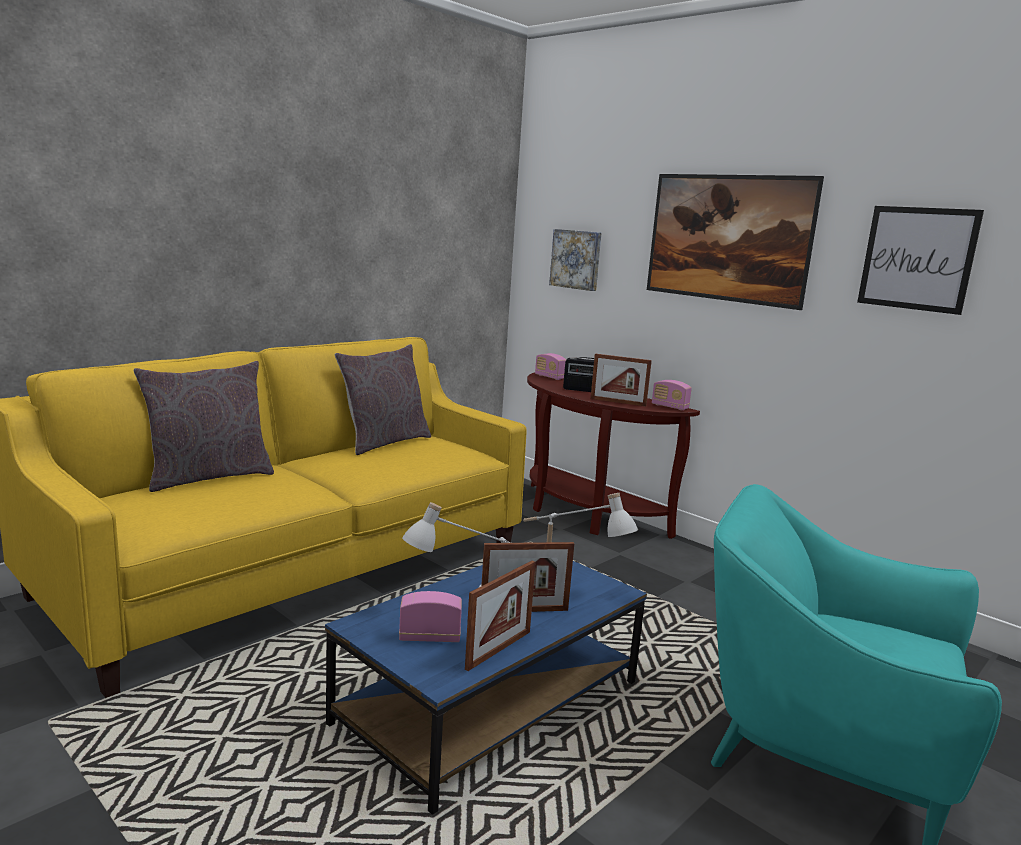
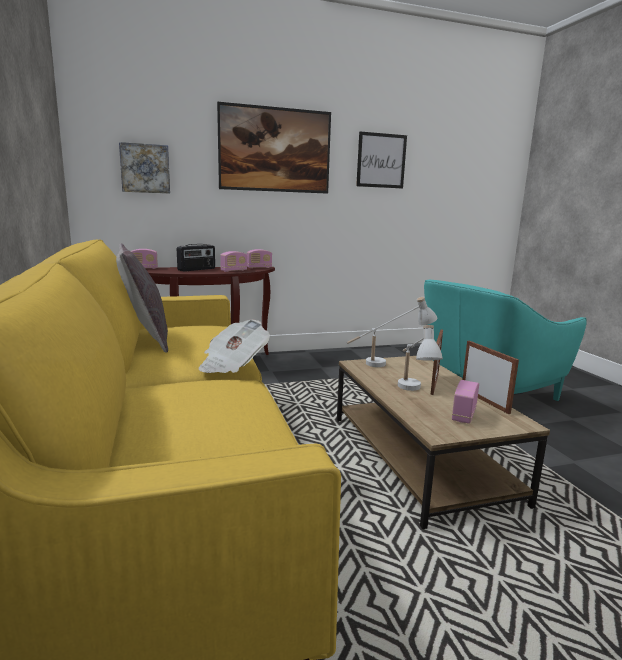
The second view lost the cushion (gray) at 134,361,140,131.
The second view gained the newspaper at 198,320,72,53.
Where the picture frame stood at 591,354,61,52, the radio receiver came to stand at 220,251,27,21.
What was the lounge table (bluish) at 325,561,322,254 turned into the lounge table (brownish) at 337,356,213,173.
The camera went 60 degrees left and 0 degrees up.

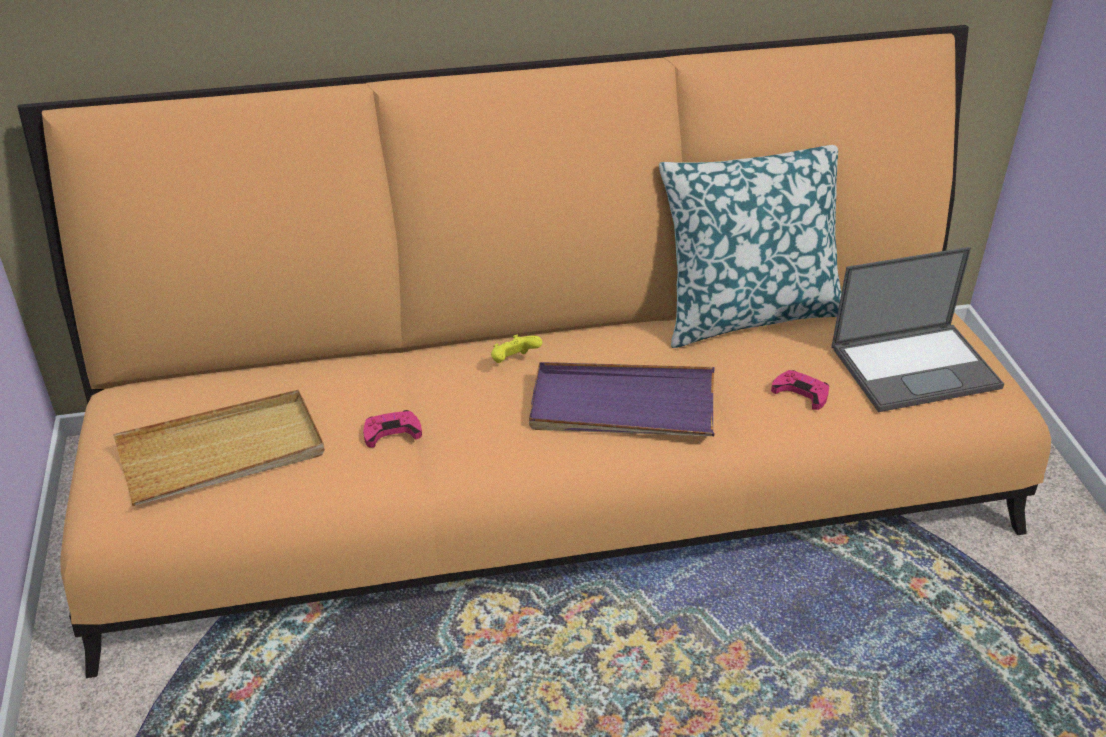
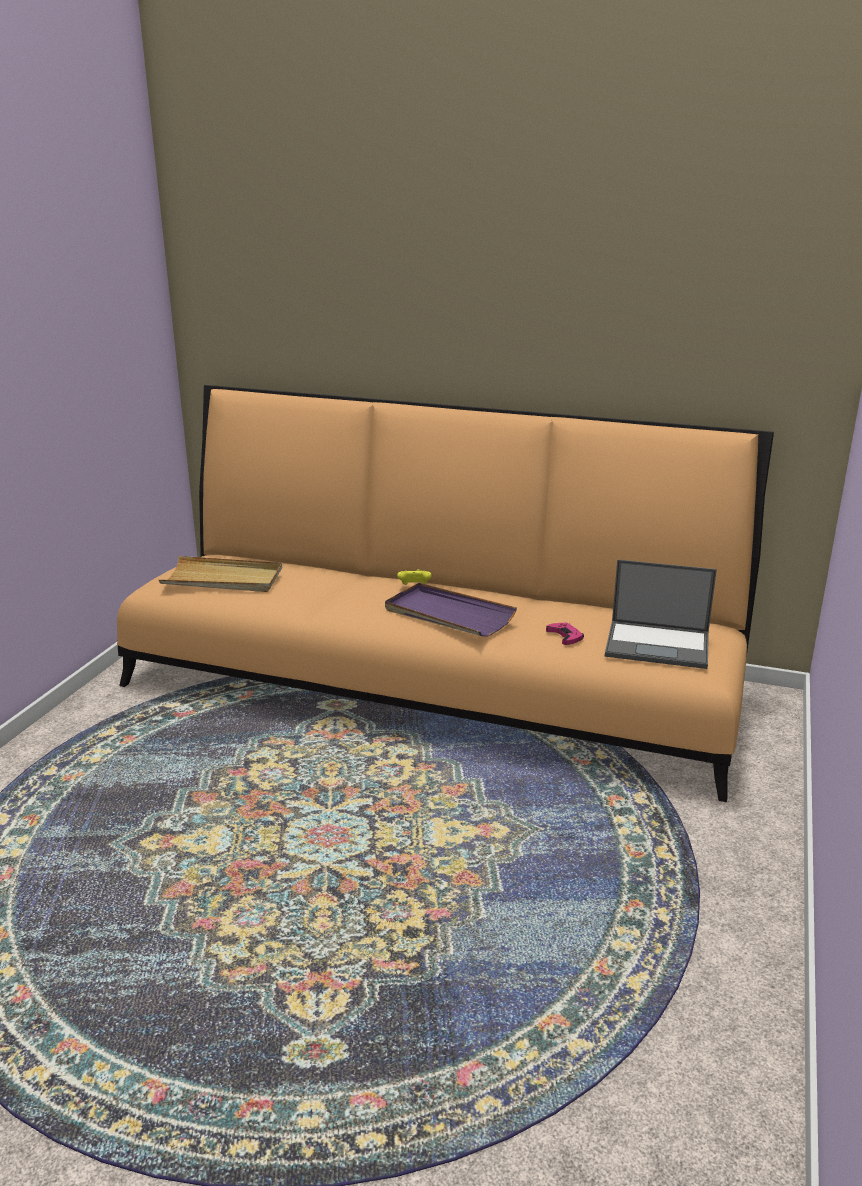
The second view lost the joypad (pink) at 363,410,59,37.
The second view lost the cushion at 659,145,183,203.
The camera went 30 degrees right and 15 degrees down.

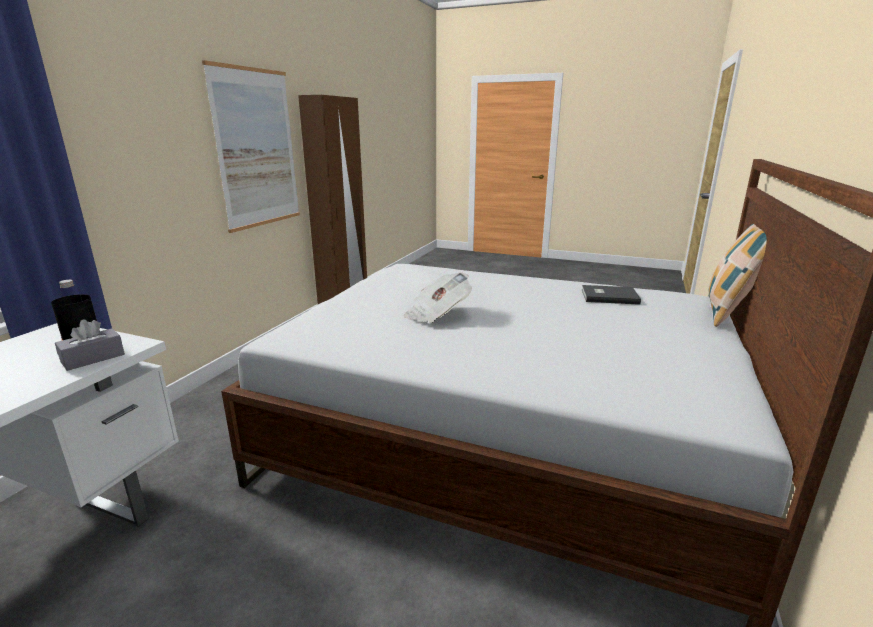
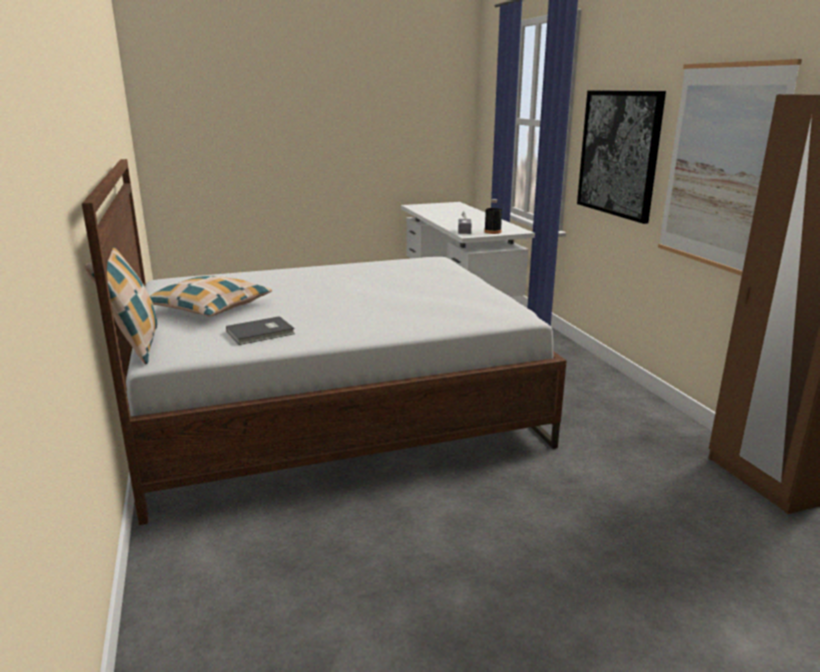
The second view lost the newspaper at 404,273,68,50.
The second view gained the cushion at 150,276,122,40.
The second view gained the wall art at 577,90,89,134.
The camera went 140 degrees right and 0 degrees up.

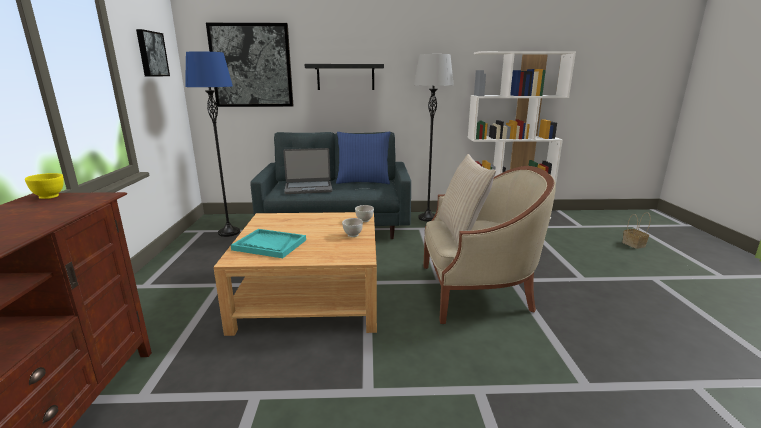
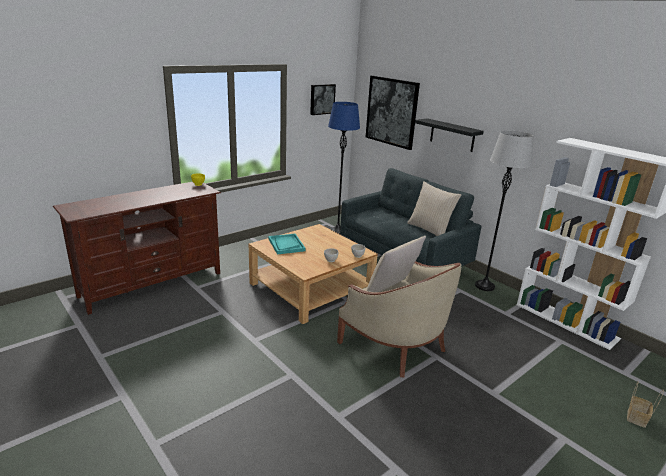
The second view lost the laptop at 283,148,49,46.
What was the cushion (bluish) at 336,132,54,52 turned into the cushion (beige) at 407,181,54,55.
The camera went 50 degrees right and 5 degrees up.

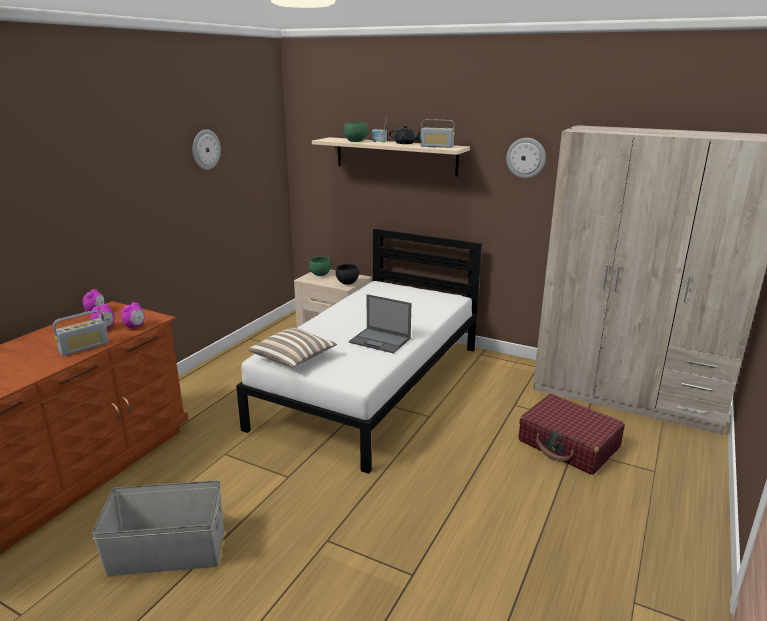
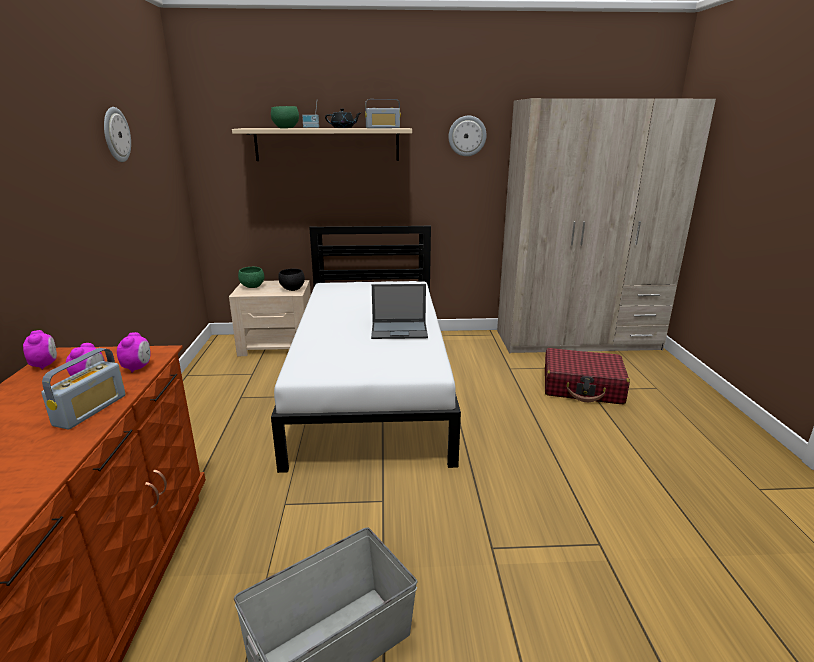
The second view lost the cushion at 249,327,88,41.
The camera went 30 degrees left and 0 degrees up.

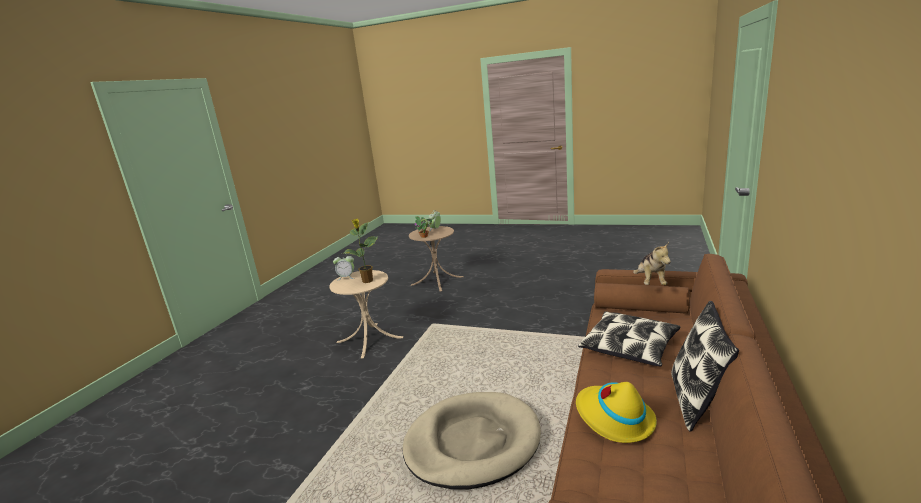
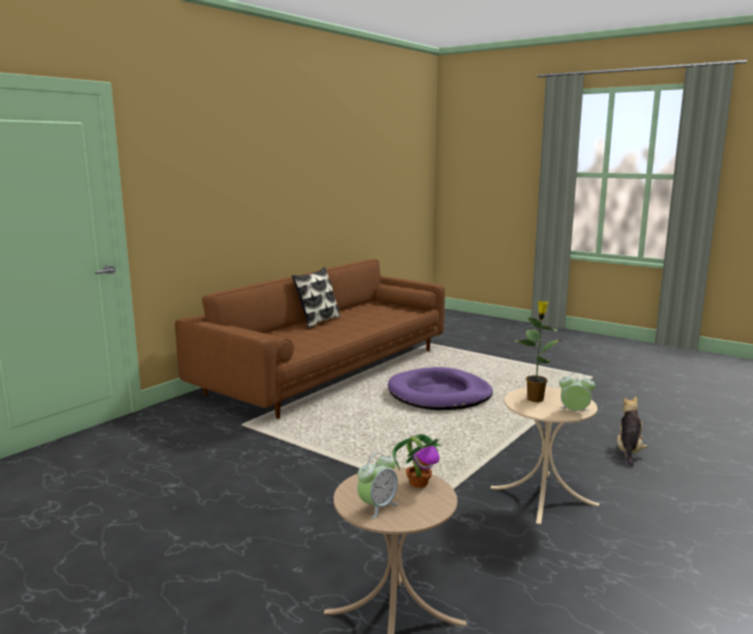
The second view lost the clothing hat (yellow-coloured) at 576,382,81,61.
The second view lost the cushion at 578,311,102,56.
The soft toy ended up elsewhere, having gone from 633,242,38,43 to 617,396,31,71.
What was the dog cushion (beige) at 403,392,138,98 turned into the dog cushion (purple-coloured) at 388,367,105,43.
The camera went 165 degrees left and 5 degrees down.

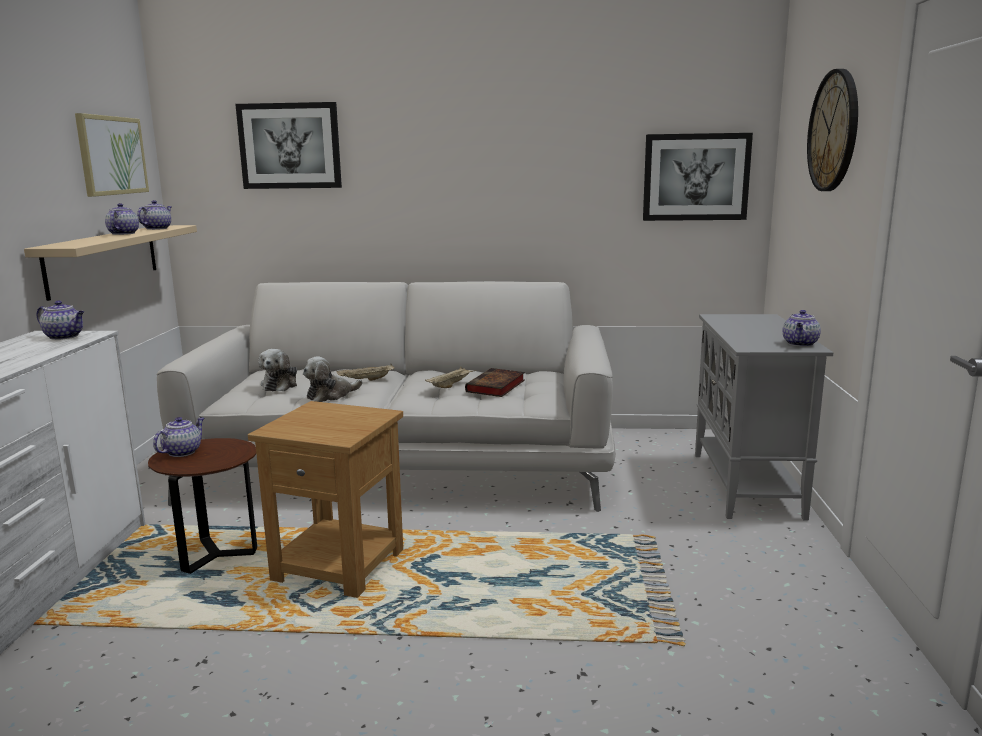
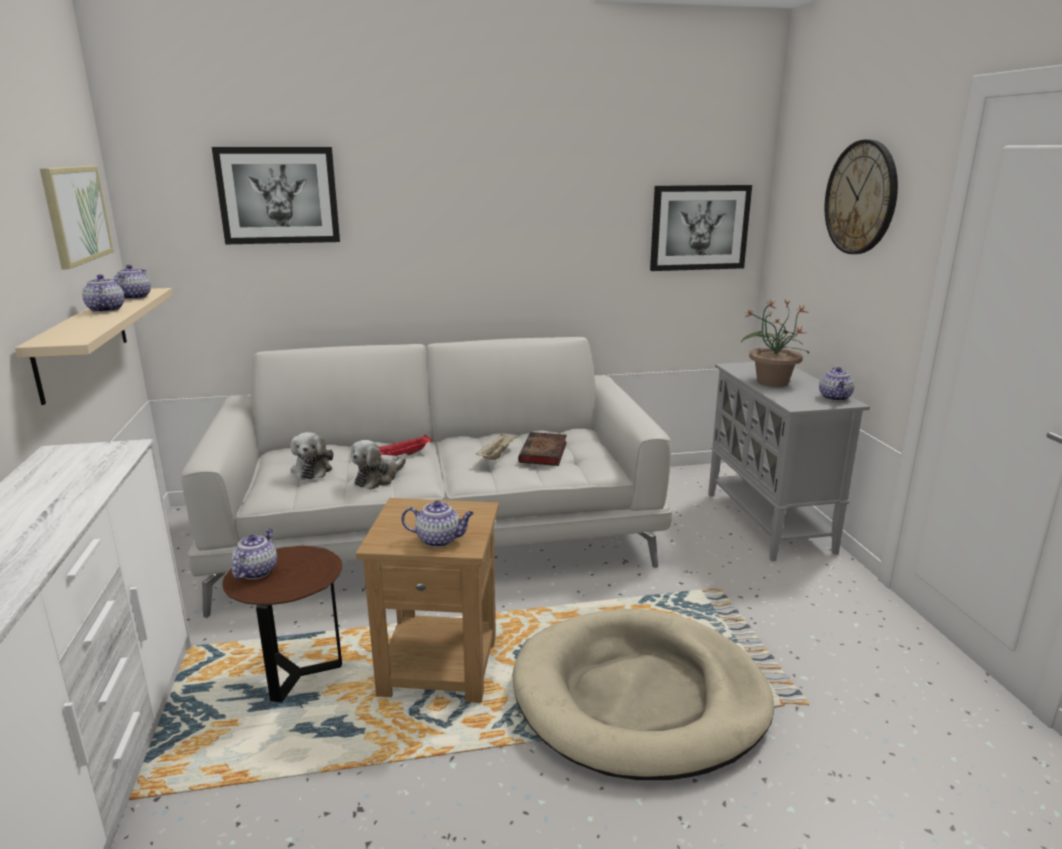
The second view gained the dog cushion (beige) at 512,609,262,171.
The second view gained the potted plant at 741,300,69,87.
The teapot ended up elsewhere, having gone from 36,300,48,40 to 401,501,73,46.
What was the serving tray (beige) at 336,364,59,17 turned into the serving tray (red-coloured) at 379,434,53,22.
The camera went 15 degrees left and 5 degrees up.

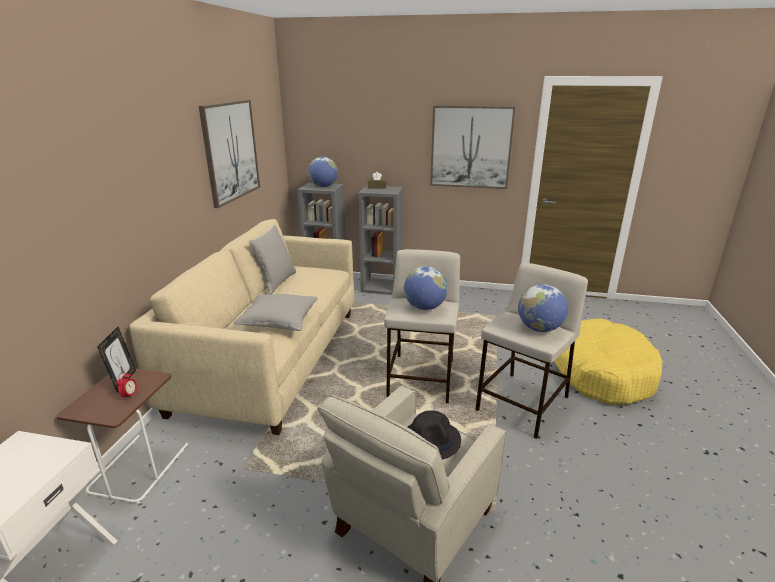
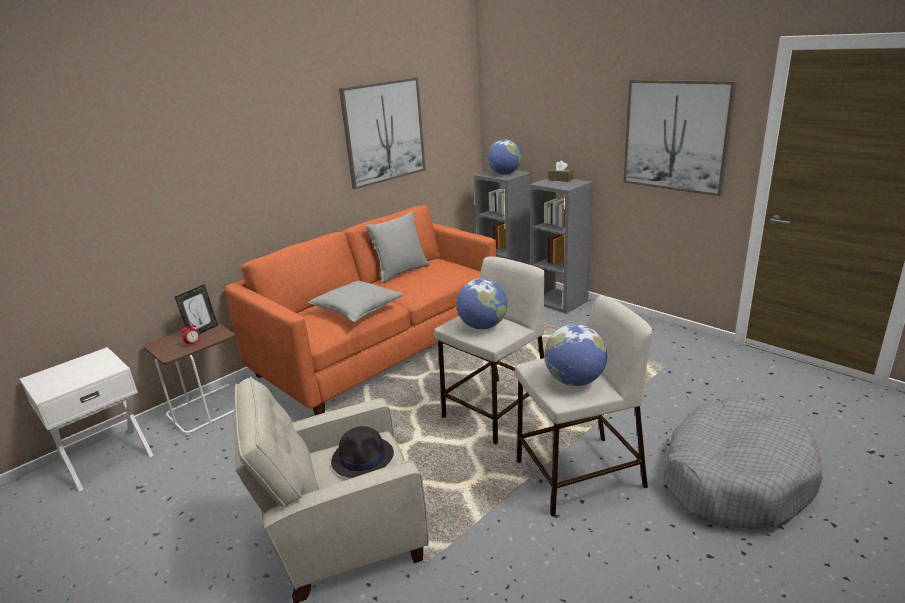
What was the settee (beige) at 129,219,225,216 turned into the settee (orangey) at 225,206,271,210.
What was the dog cushion (yellow-coloured) at 554,318,108,87 turned into the dog cushion (gray) at 664,396,159,133.
The camera went 35 degrees right and 0 degrees up.

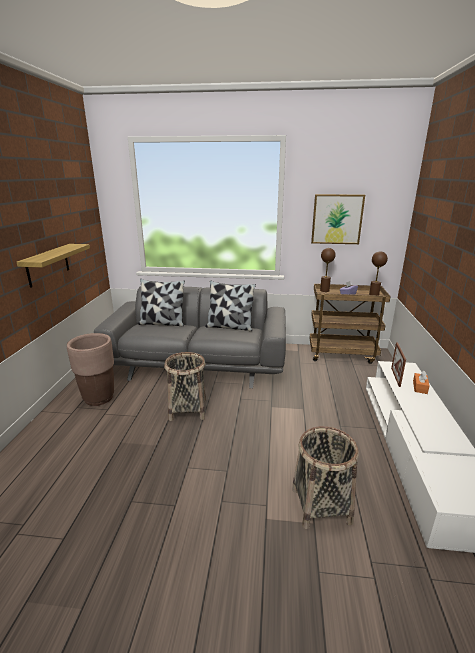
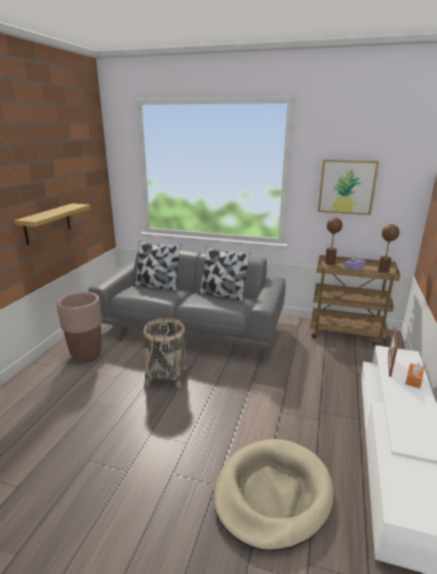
Where the basket stood at 292,426,67,103, the dog cushion (beige) came to stand at 214,439,120,112.
The camera went 10 degrees right and 0 degrees up.

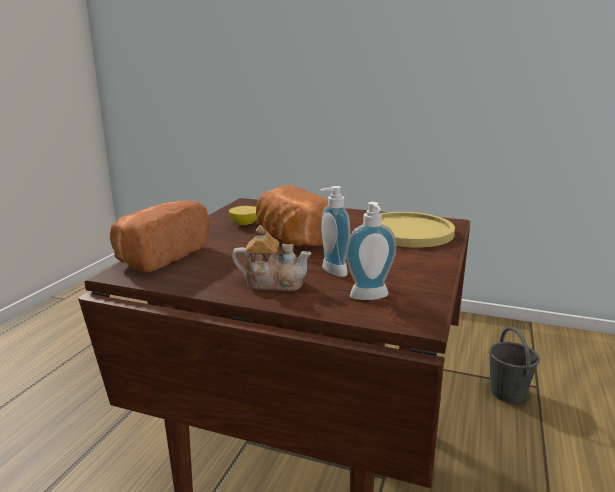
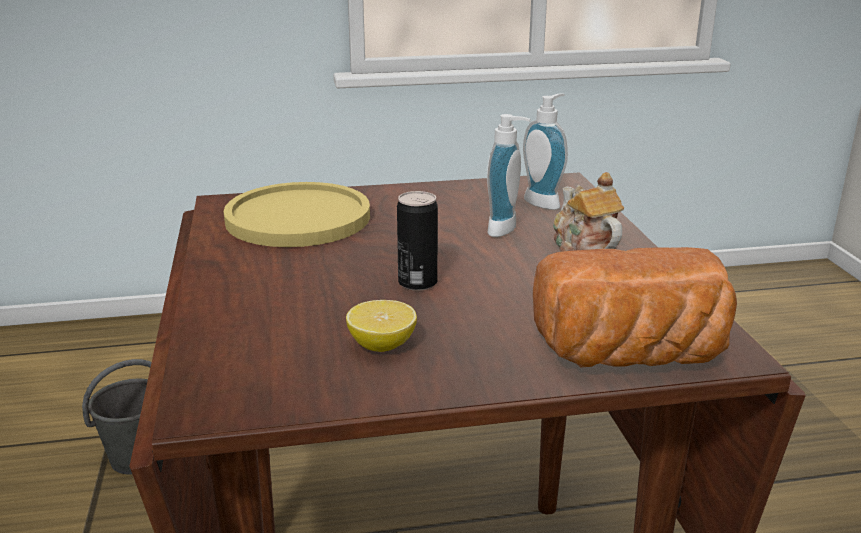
Where the bread stood at 256,185,72,61, the sealed can came to stand at 397,191,41,100.
The camera went 120 degrees left and 5 degrees up.

